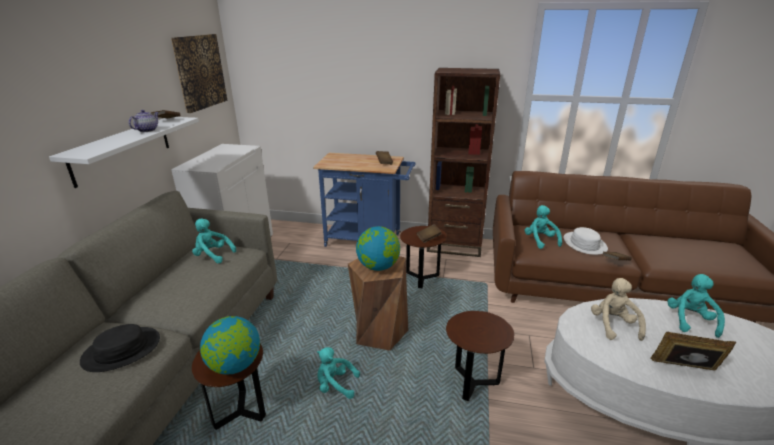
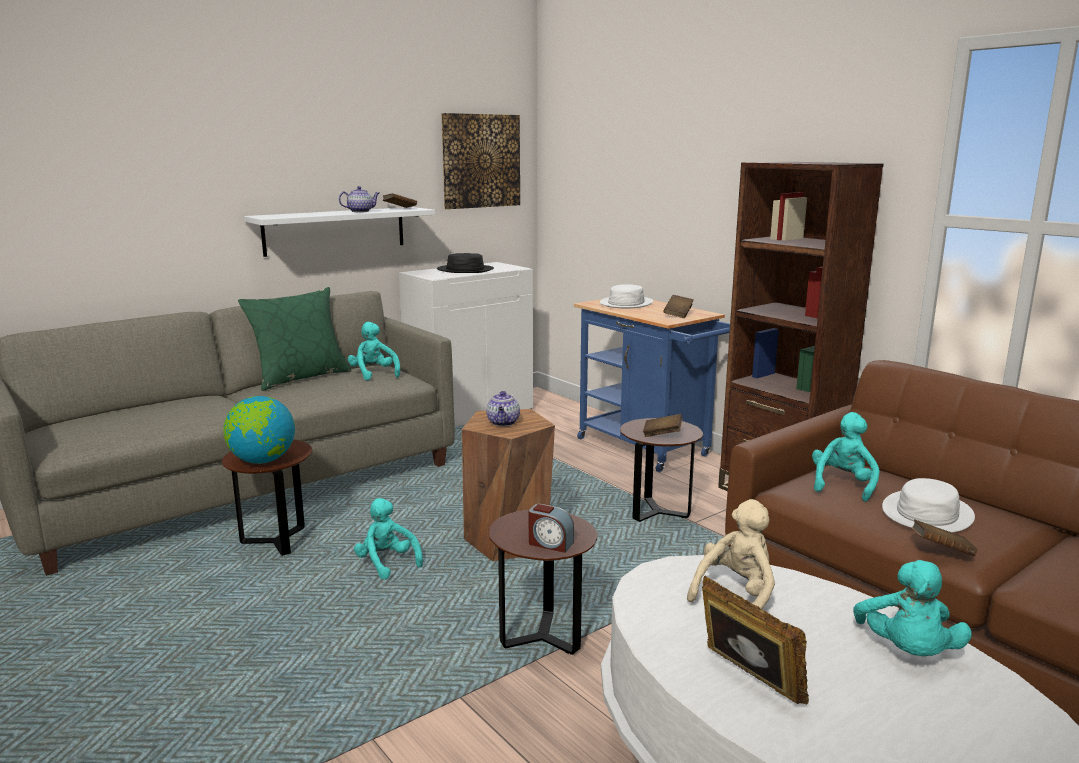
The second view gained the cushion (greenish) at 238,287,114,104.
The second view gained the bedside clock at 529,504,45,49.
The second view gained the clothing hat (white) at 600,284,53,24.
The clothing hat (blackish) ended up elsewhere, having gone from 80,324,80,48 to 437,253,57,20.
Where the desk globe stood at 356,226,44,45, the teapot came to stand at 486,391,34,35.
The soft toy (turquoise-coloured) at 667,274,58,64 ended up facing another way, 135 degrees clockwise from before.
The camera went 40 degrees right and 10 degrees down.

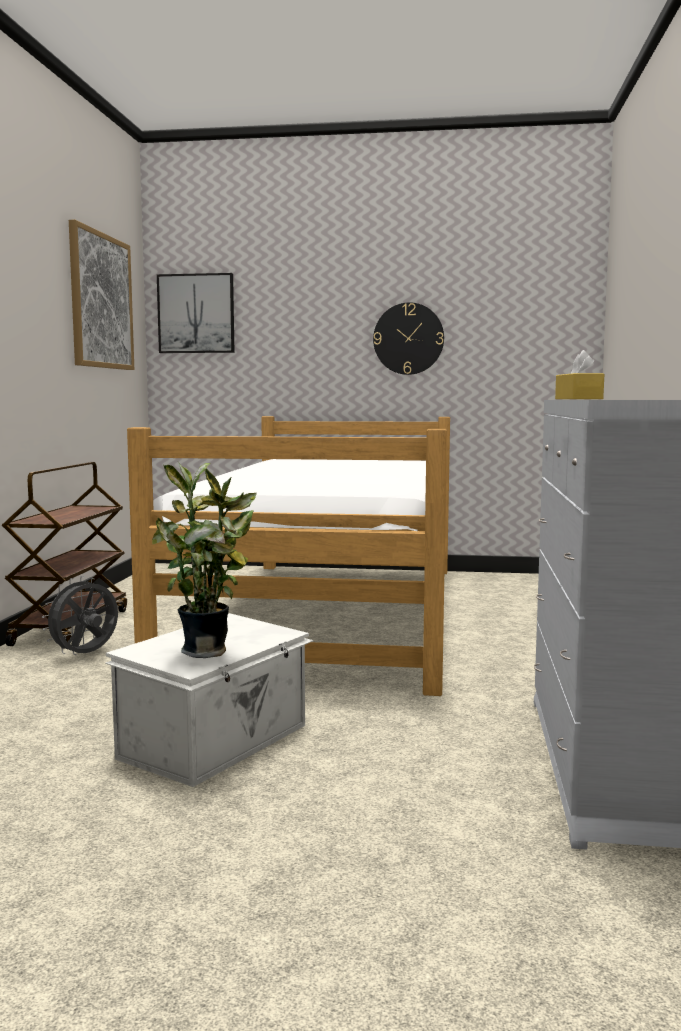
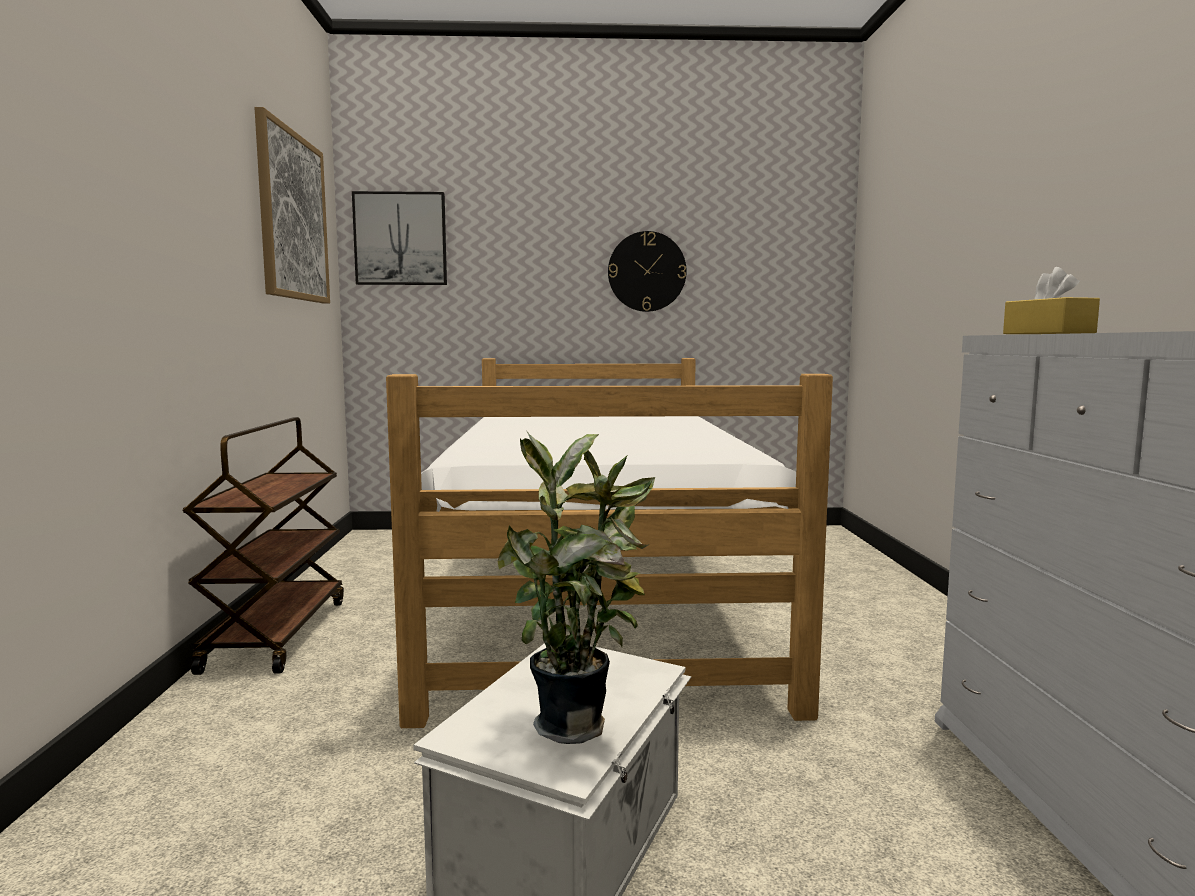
The second view lost the electric fan (gray) at 42,576,76,79.
The camera went 10 degrees left and 0 degrees up.

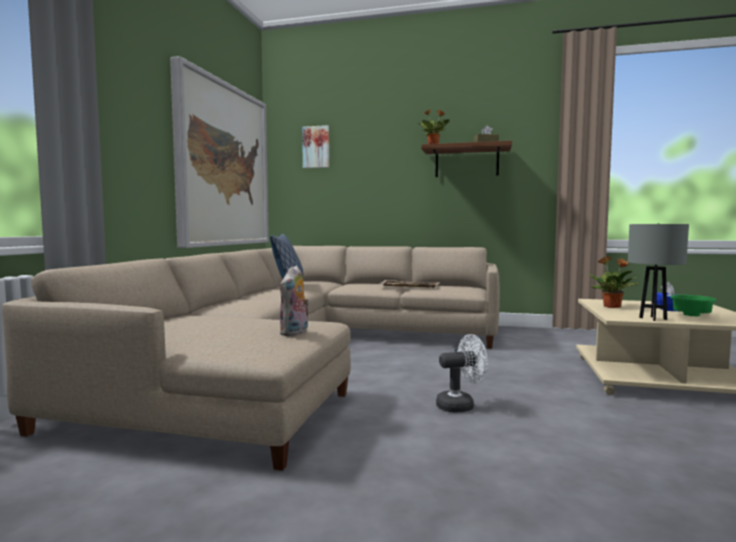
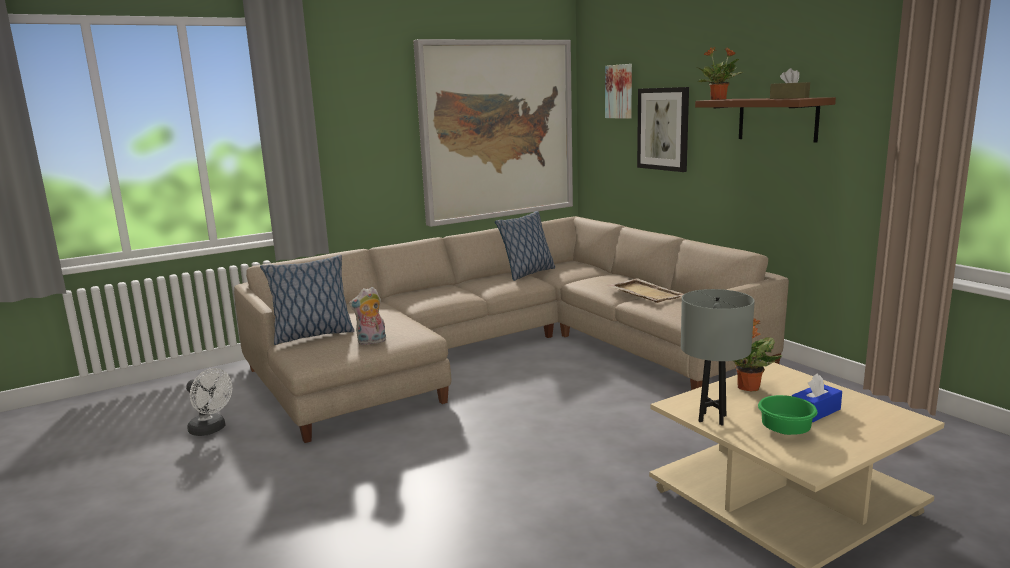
The second view gained the cushion at 260,255,94,90.
The second view gained the wall art at 637,87,52,85.
The electric fan (white) ended up elsewhere, having gone from 436,334,52,79 to 186,368,46,68.
The camera went 45 degrees right and 10 degrees up.

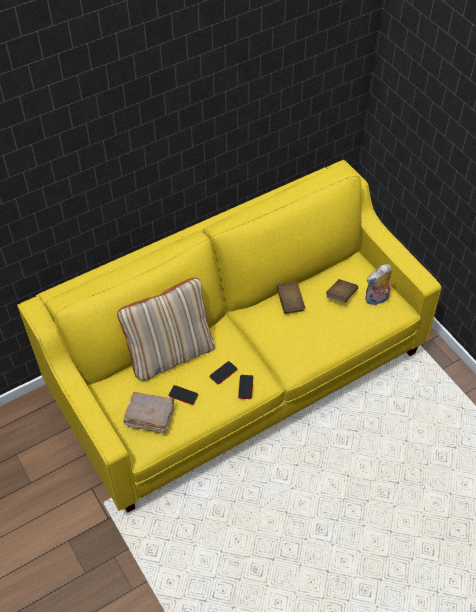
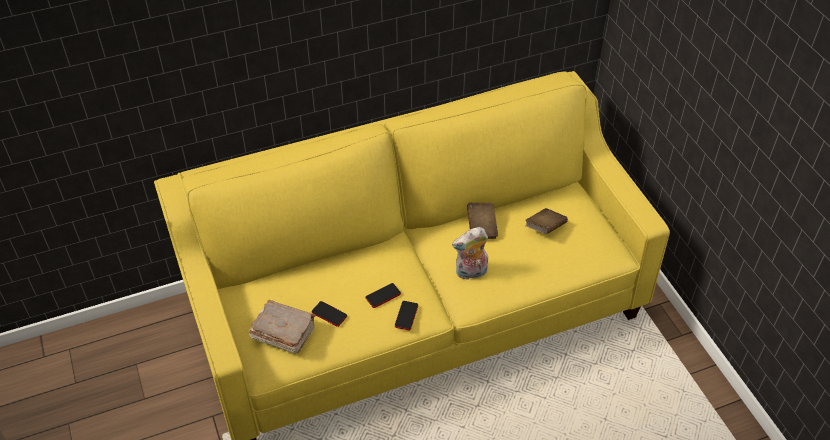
The second view lost the cushion (beige) at 117,277,98,104.
The soft toy ended up elsewhere, having gone from 365,264,27,41 to 452,227,36,53.
The camera went 10 degrees right and 5 degrees down.

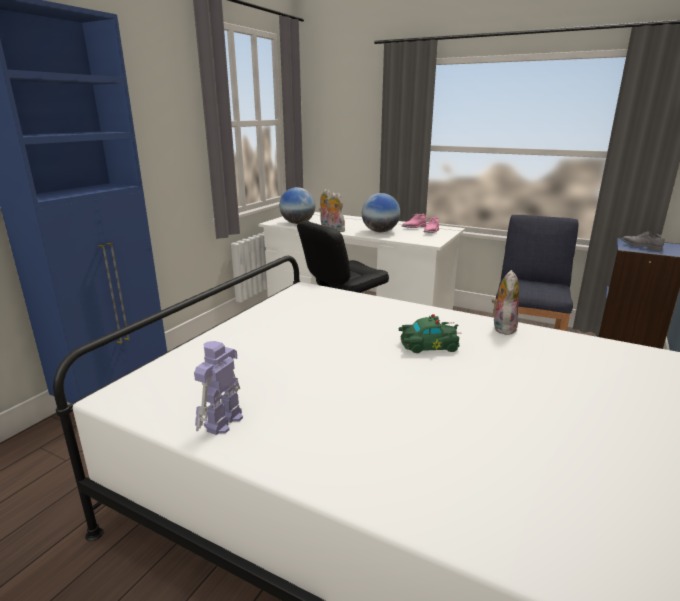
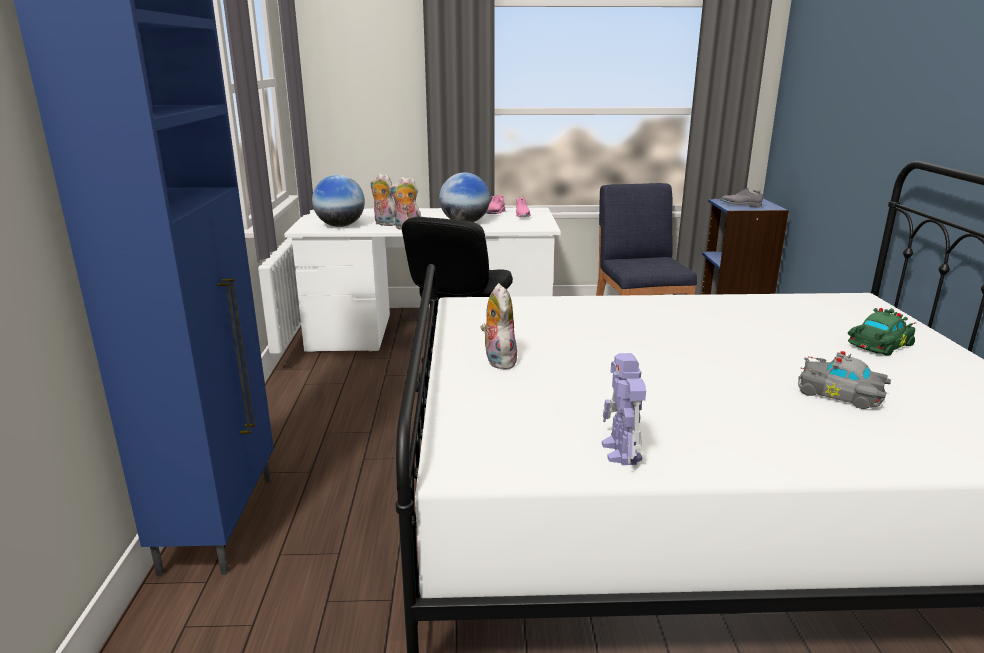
The second view gained the miniature car (gray) at 798,351,93,58.
The miniature car (greenish) ended up elsewhere, having gone from 399,314,61,39 to 848,308,69,48.
The soft toy ended up elsewhere, having gone from 492,270,27,65 to 480,283,37,86.
The camera went 30 degrees left and 0 degrees up.

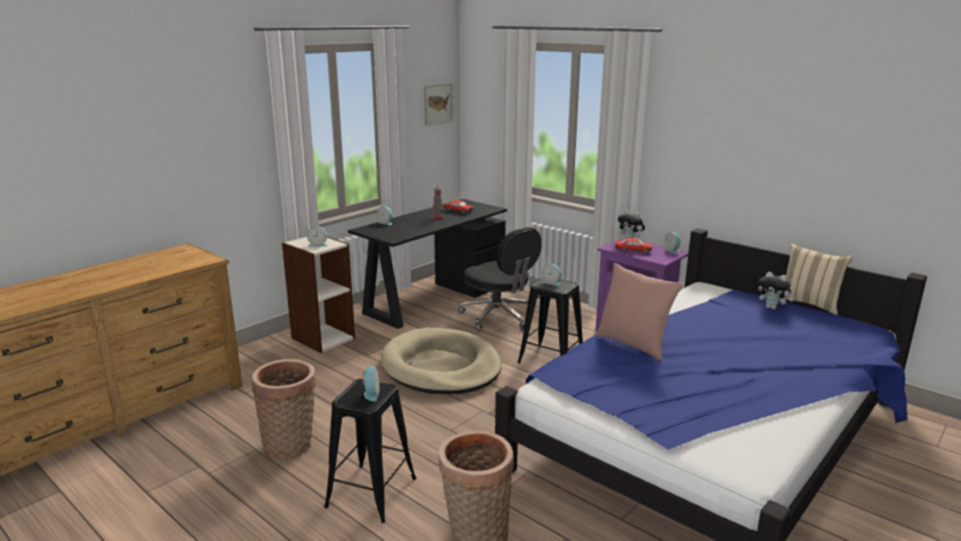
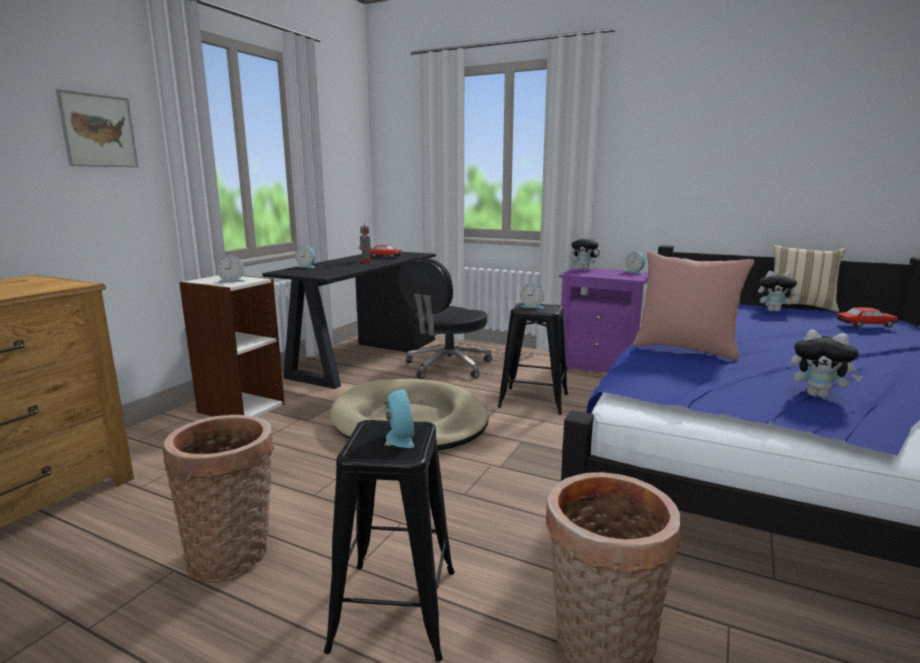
The second view gained the soft toy at 791,330,72,68.
The wall art ended up elsewhere, having gone from 424,83,29,42 to 56,89,82,78.
The miniature car ended up elsewhere, having gone from 615,238,37,16 to 837,307,61,20.
The desk chair (blackish) at 458,227,84,104 ended up facing another way, 90 degrees clockwise from before.
The camera went 15 degrees left and 5 degrees down.

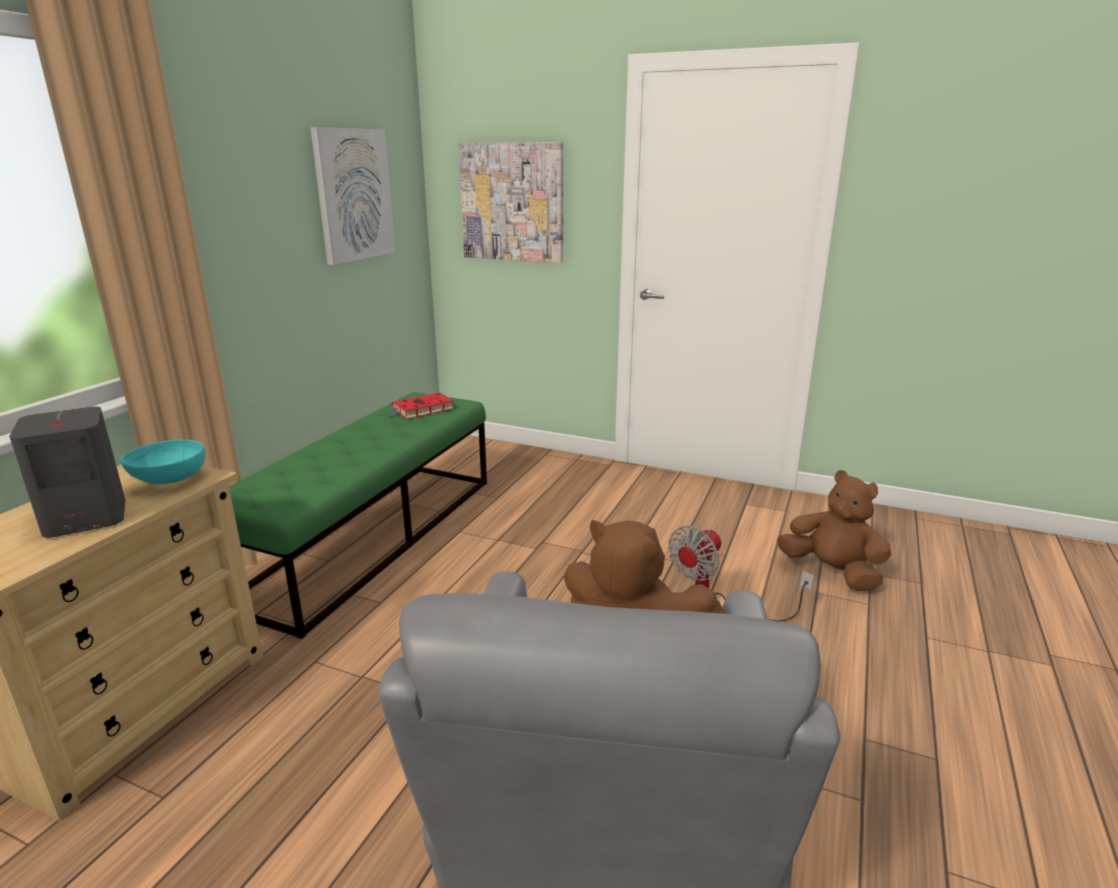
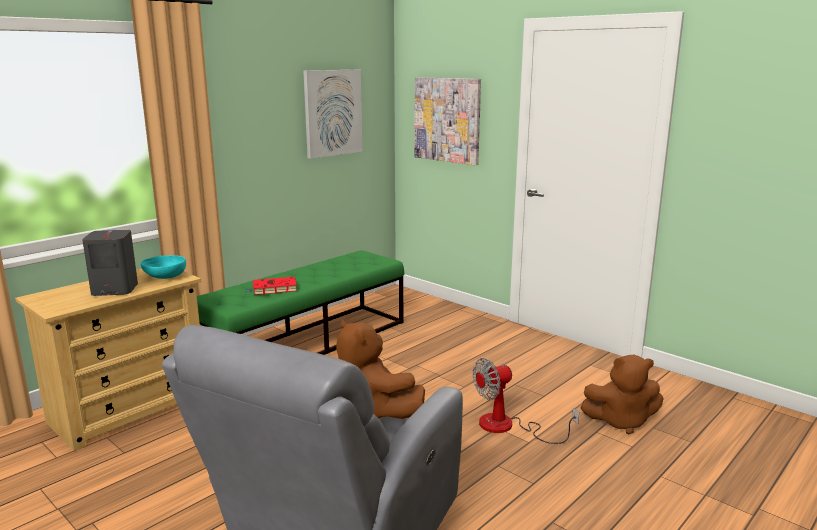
The volume (red-coloured) ended up elsewhere, having gone from 387,392,67,27 to 246,277,51,18.
The soft toy (brownish) at 777,470,114,121 ended up facing another way, 120 degrees clockwise from before.
The camera went 20 degrees right and 5 degrees down.

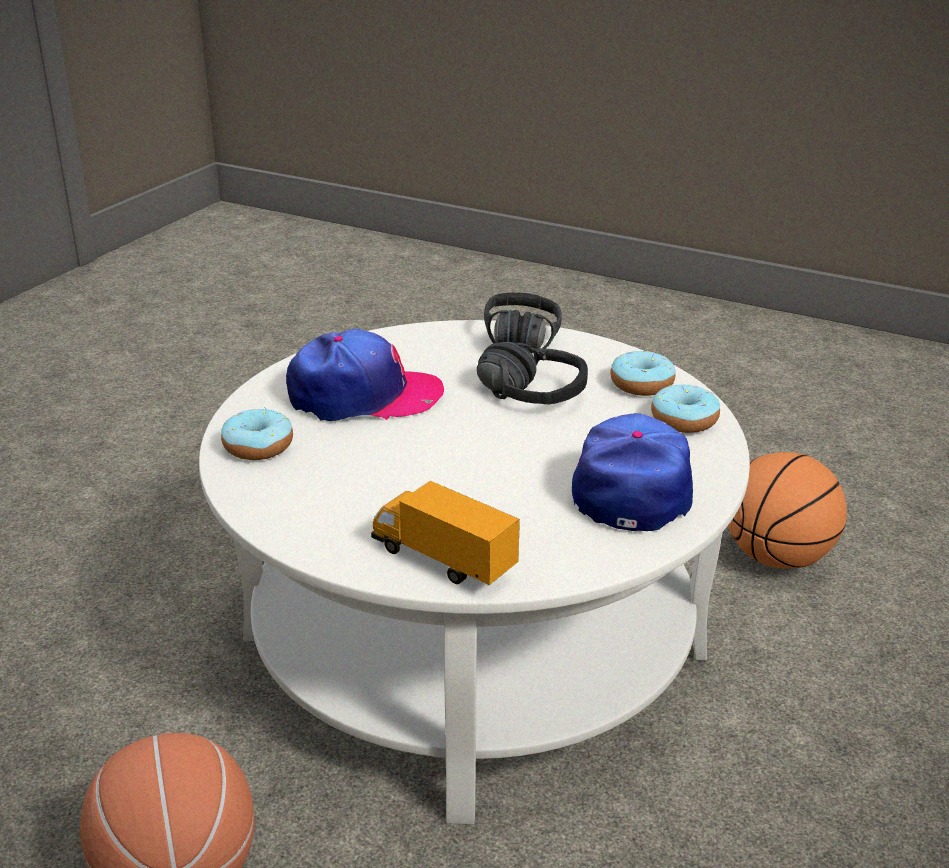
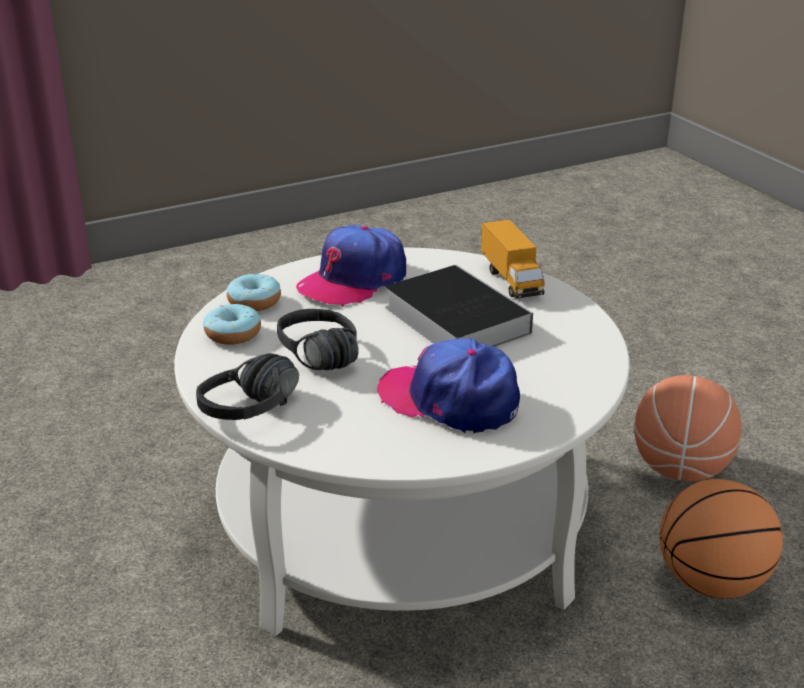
The second view lost the doughnut at 221,408,72,52.
The second view gained the volume at 385,265,148,82.
The basketball ball ended up elsewhere, having gone from 728,452,119,117 to 659,479,124,120.
The camera went 145 degrees left and 0 degrees up.

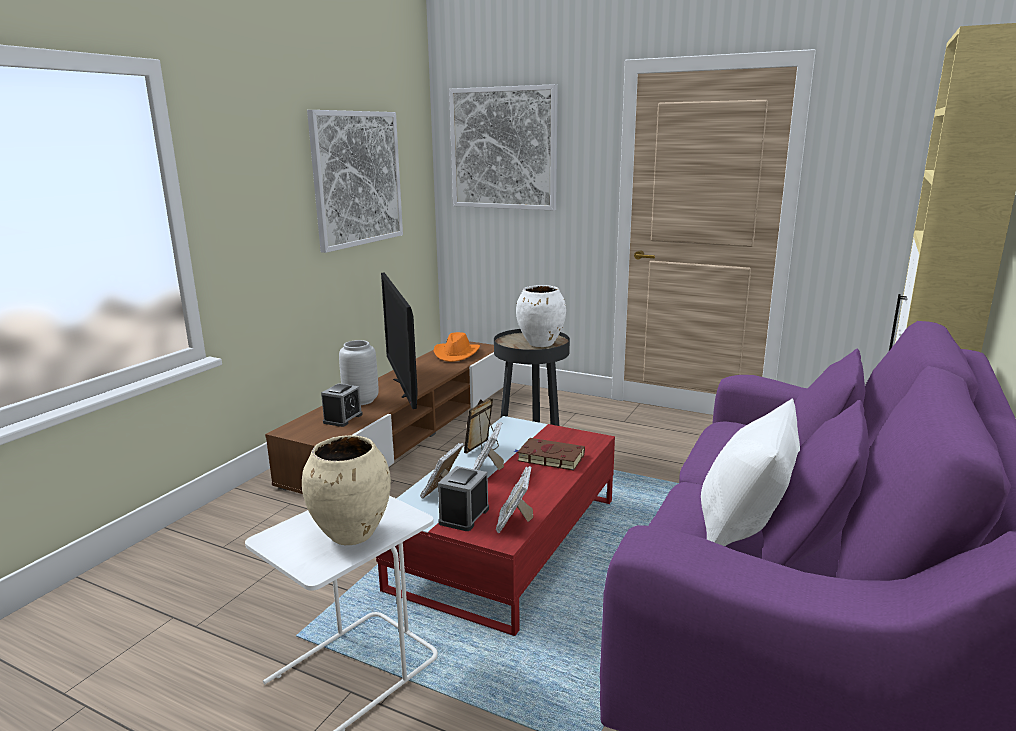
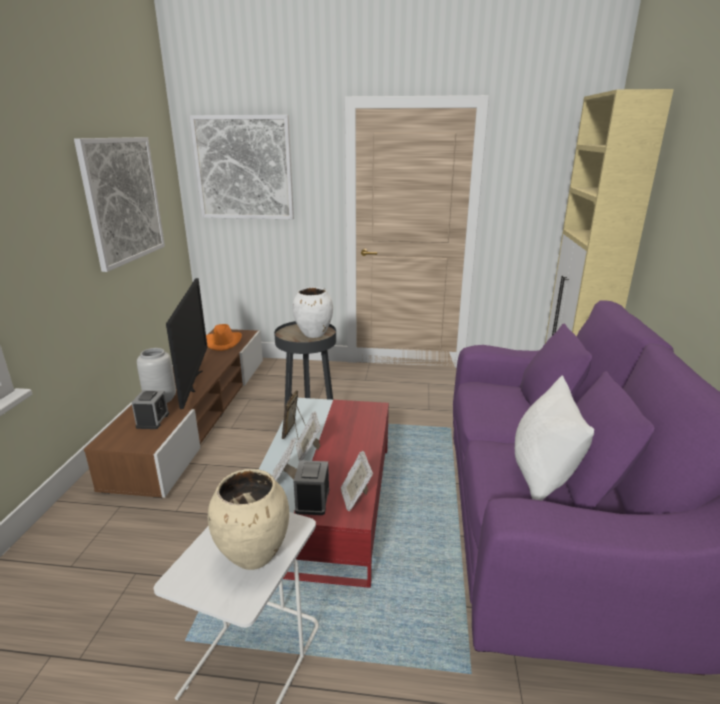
The second view lost the volume (brownish) at 513,438,72,33.
The TV at 381,272,37,137 ended up facing another way, 150 degrees counterclockwise from before.
The camera went 20 degrees left and 5 degrees up.

